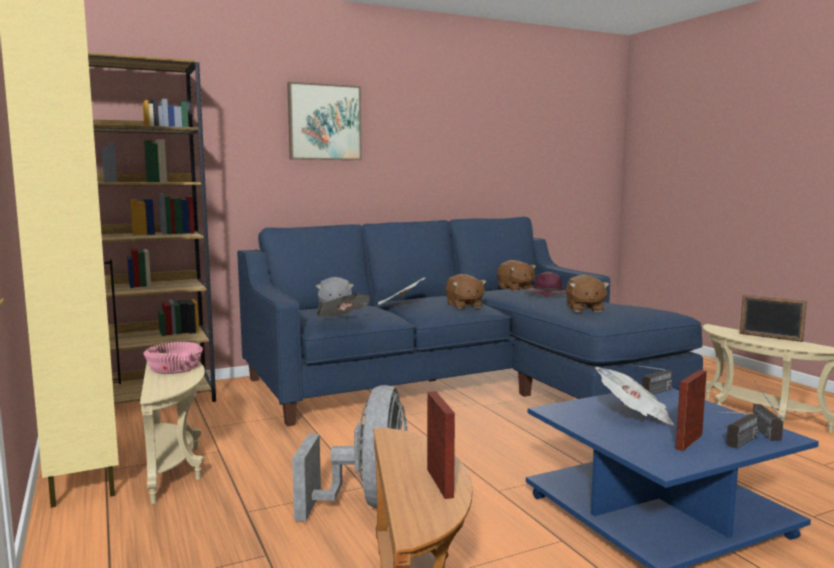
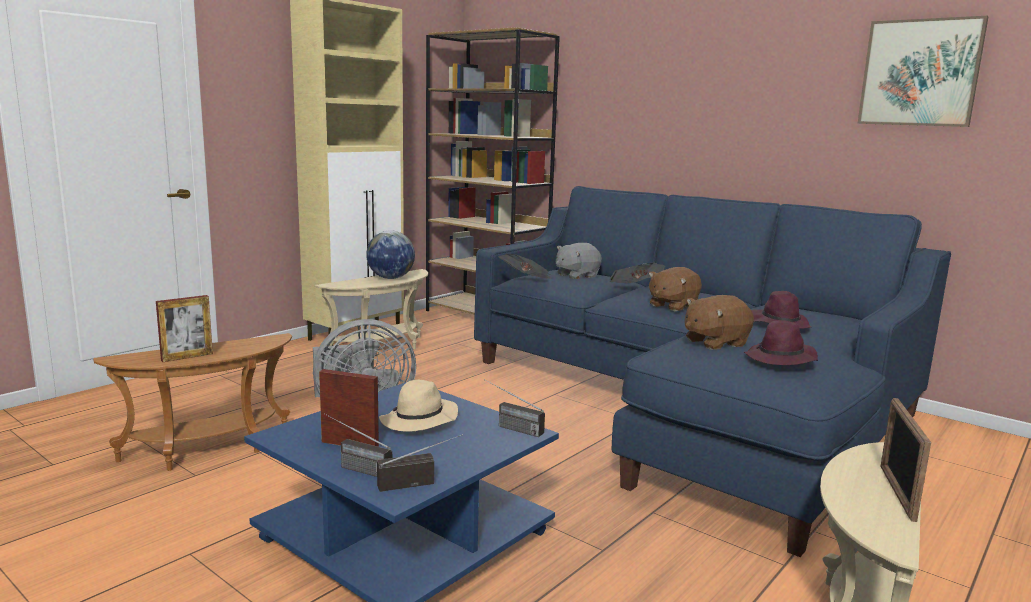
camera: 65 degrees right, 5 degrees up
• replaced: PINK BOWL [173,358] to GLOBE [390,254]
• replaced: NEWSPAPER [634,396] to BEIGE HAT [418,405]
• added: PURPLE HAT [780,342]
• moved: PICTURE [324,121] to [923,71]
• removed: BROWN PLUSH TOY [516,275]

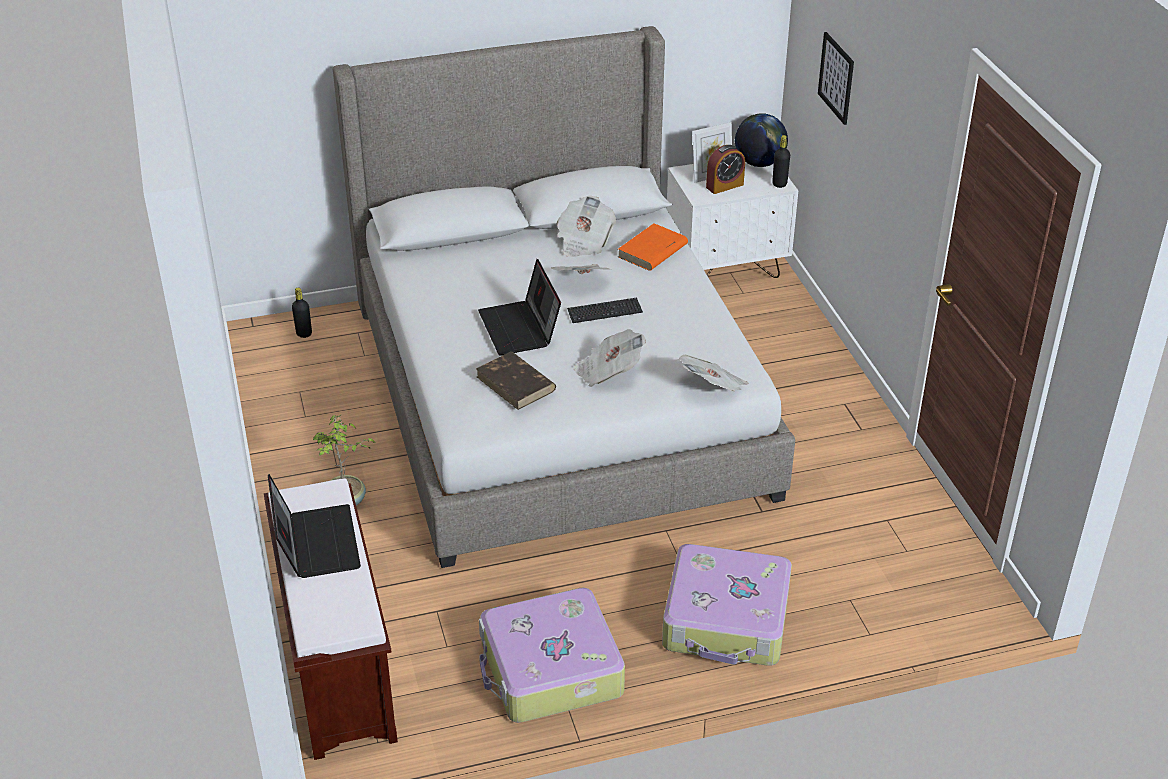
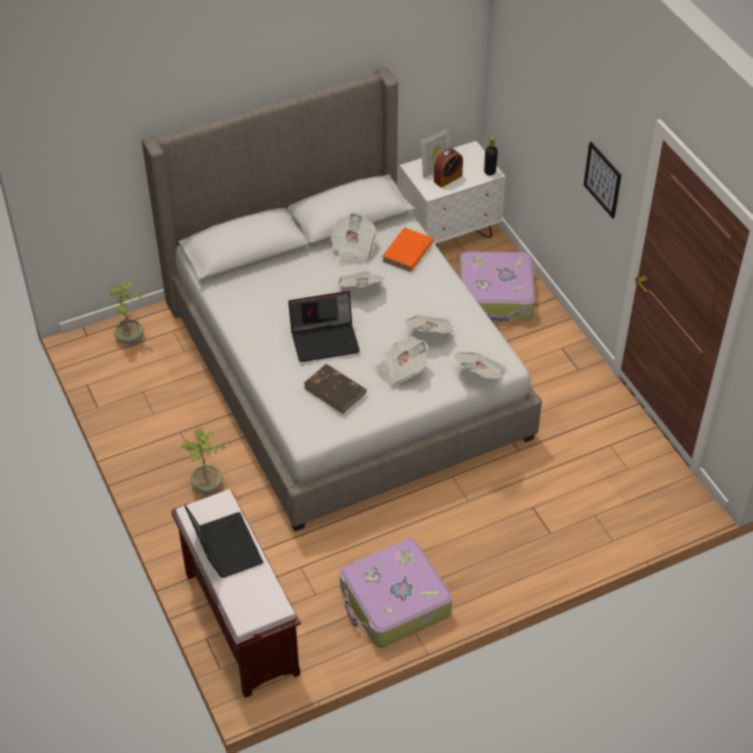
camera: 10 degrees left, 10 degrees up
• replaced: BLACK BOTTLE [302,313] to POTTED PLANT [126,313]
• turned: LAPTOP [519,307] = [324,326] 75 degrees counterclockwise
• added: NEWSPAPER [429,324]
• moved: SUITCASE [727,605] to [497,287]
• moved: PICTURE [836,78] to [602,180]
• removed: KEYBOARD [605,310]
• removed: GLOBE [761,140]

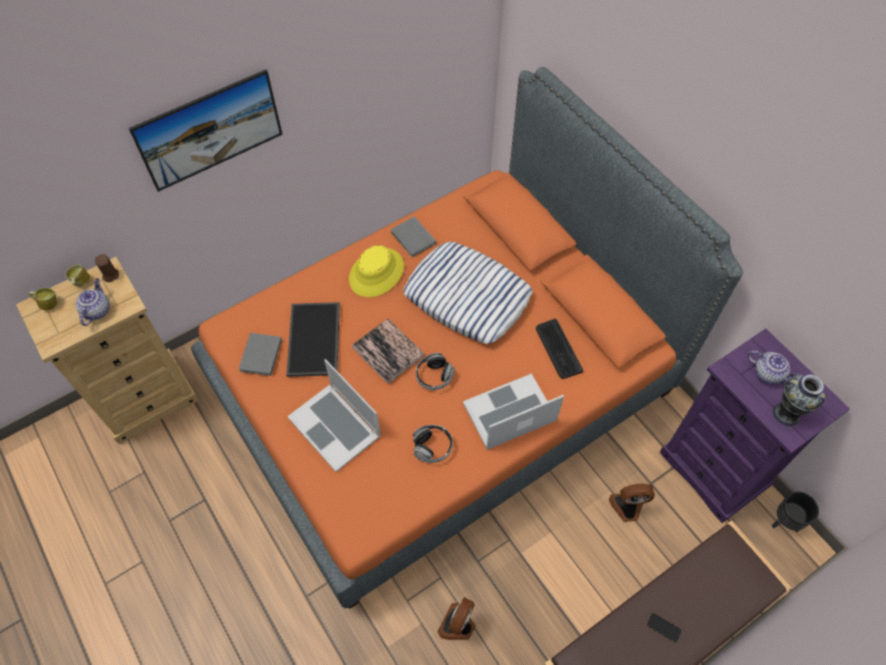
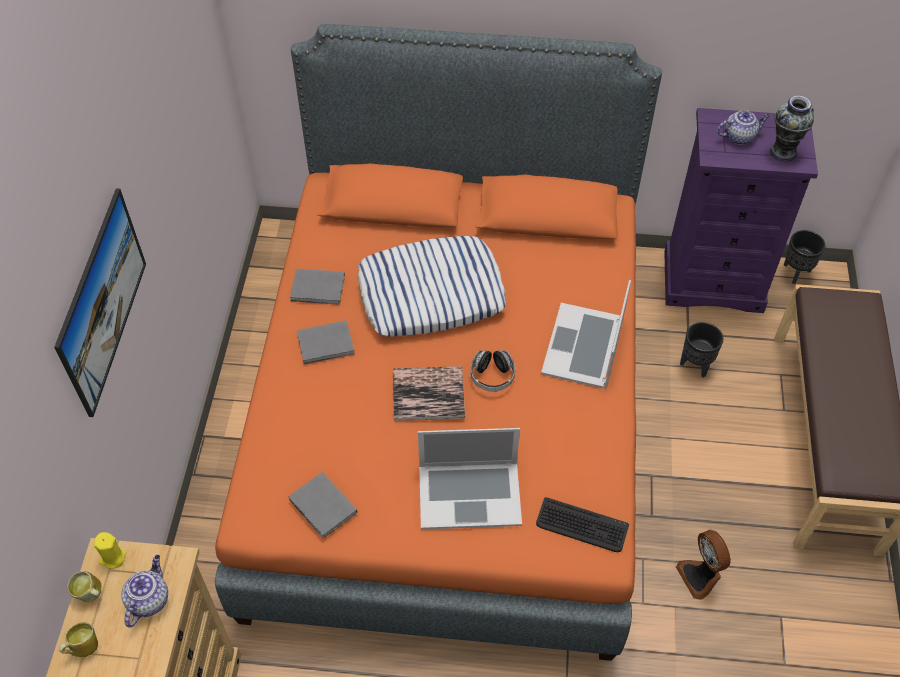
camera: 50 degrees left, 5 degrees down
• recoloured: BROWN CANDLE [107,268] to YELLOW CANDLE [110,550]
• turned: TEAPOT [93,302] = [145,591] 60 degrees clockwise
• replaced: YELLOW HAT [376,271] to GREY BOOK [326,342]
• moved: KEYBOARD [559,348] to [582,524]
• replaced: FAN [632,503] to BLACK PLANTER [701,349]
• removed: TRAY [313,339]
• removed: HEADPHONES [433,444]
• removed: PHONE [664,628]

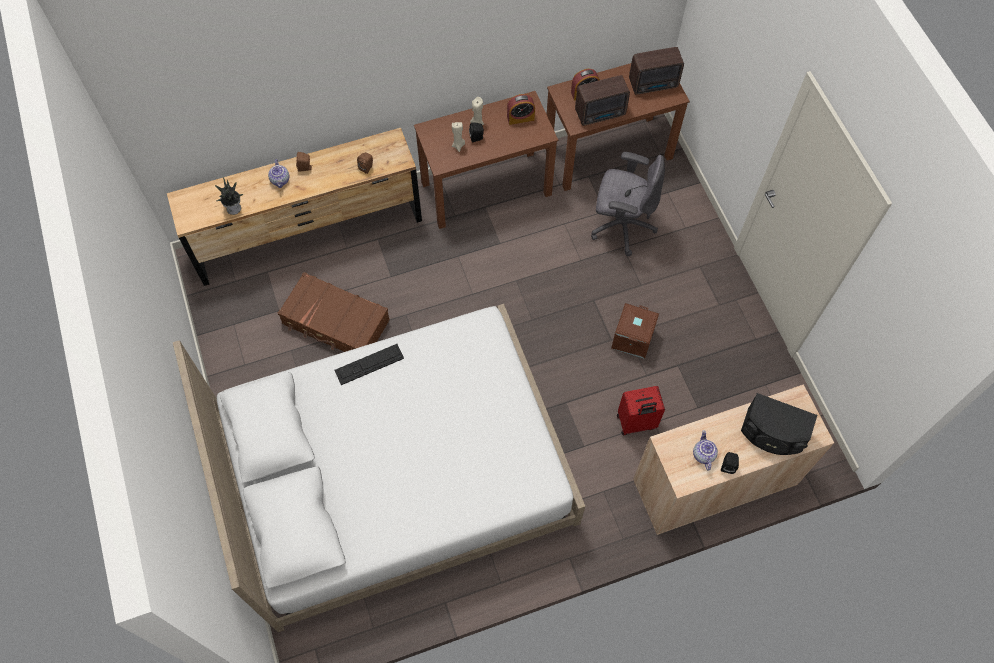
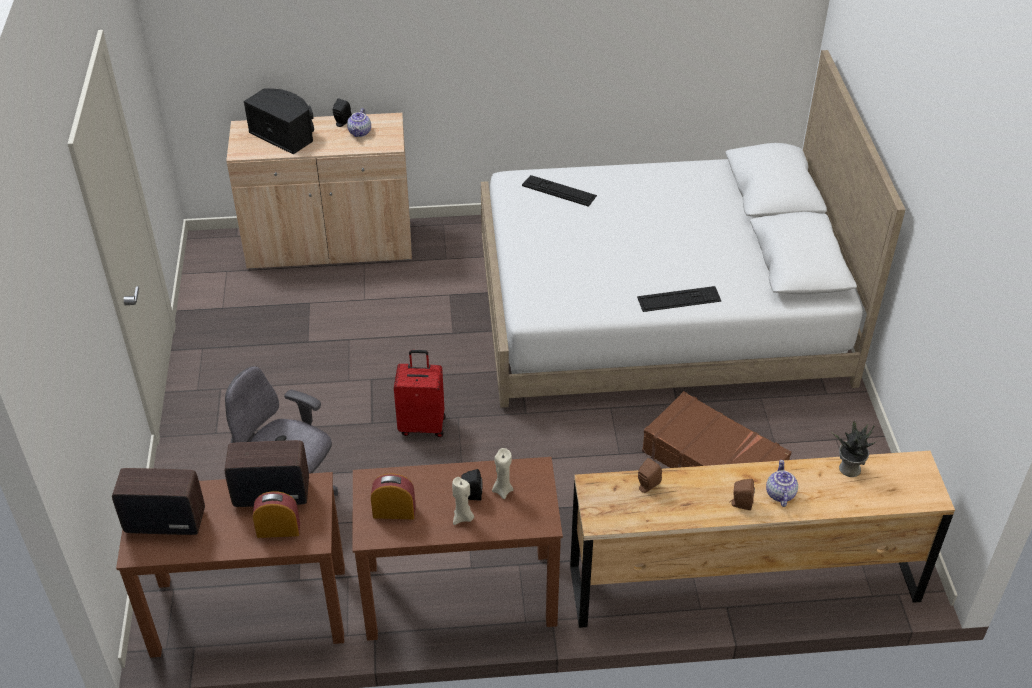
camera: 165 degrees left, 20 degrees down
• moved: RED SUITCASE [641,410] to [419,393]
• added: KEYBOARD [559,191]
• removed: BROWN STORAGE BOX [635,331]

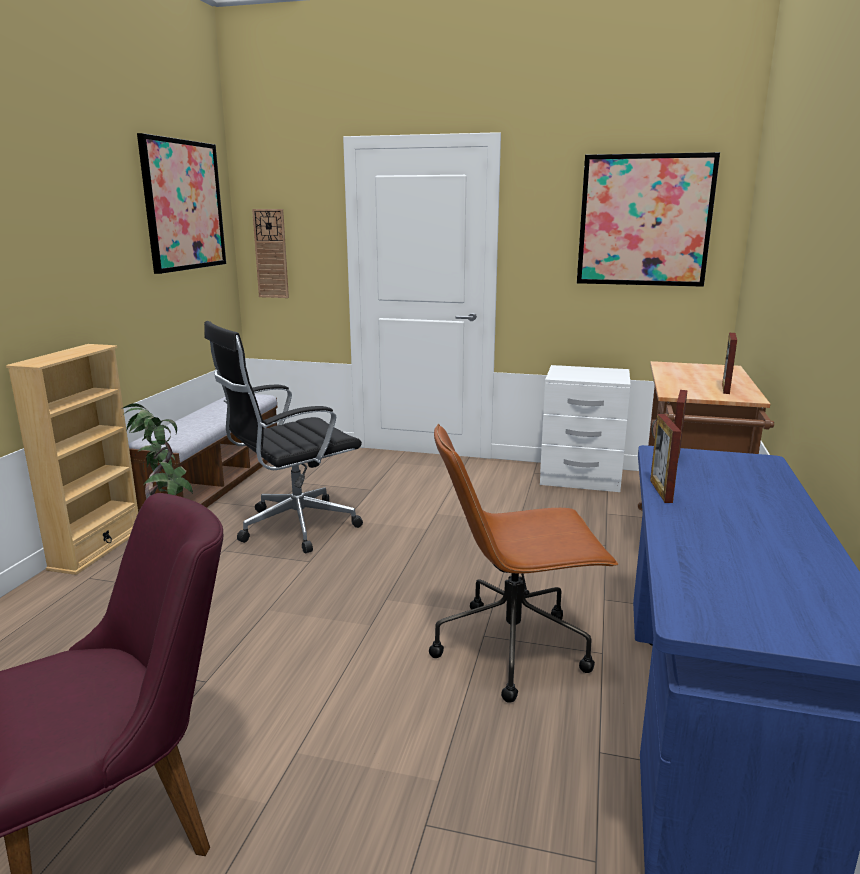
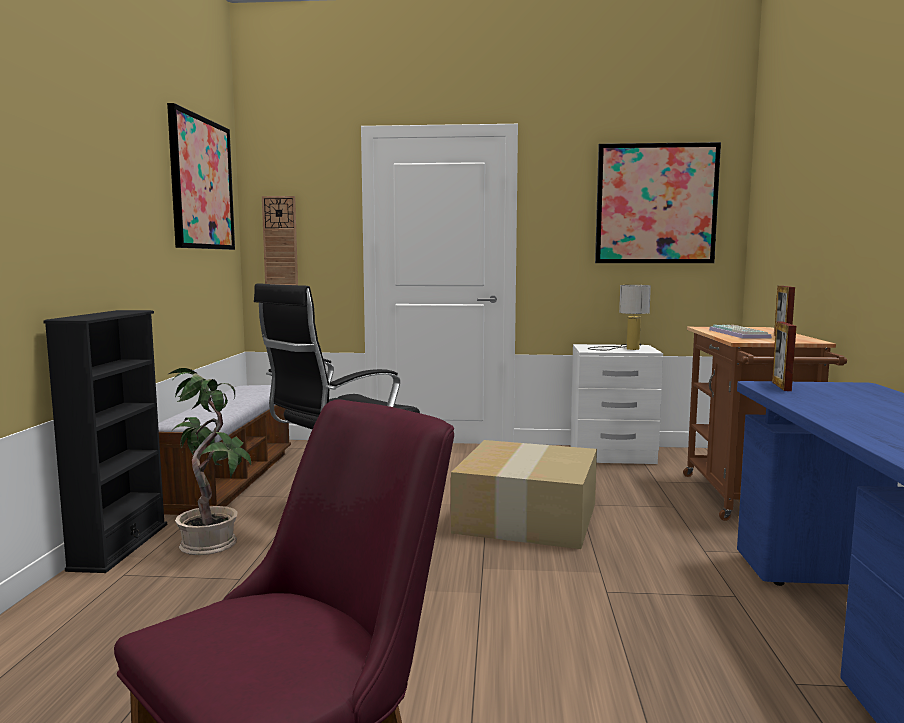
camera: 10 degrees left, 10 degrees down
• recoloured: BEIGE BOOKCASE [72,459] to BLACK BOOKCASE [105,441]
• added: CARDBOARD BOX [524,494]
• added: TABLE LAMP [619,317]
• added: KEYBOARD [740,332]
• removed: BROWN OFFICE CHAIR [523,563]
• removed: PICTURE FRAME [665,458]

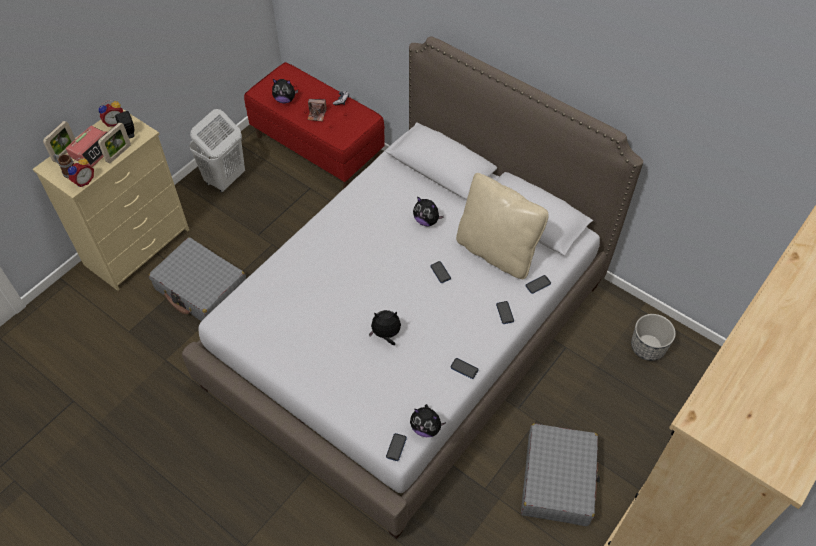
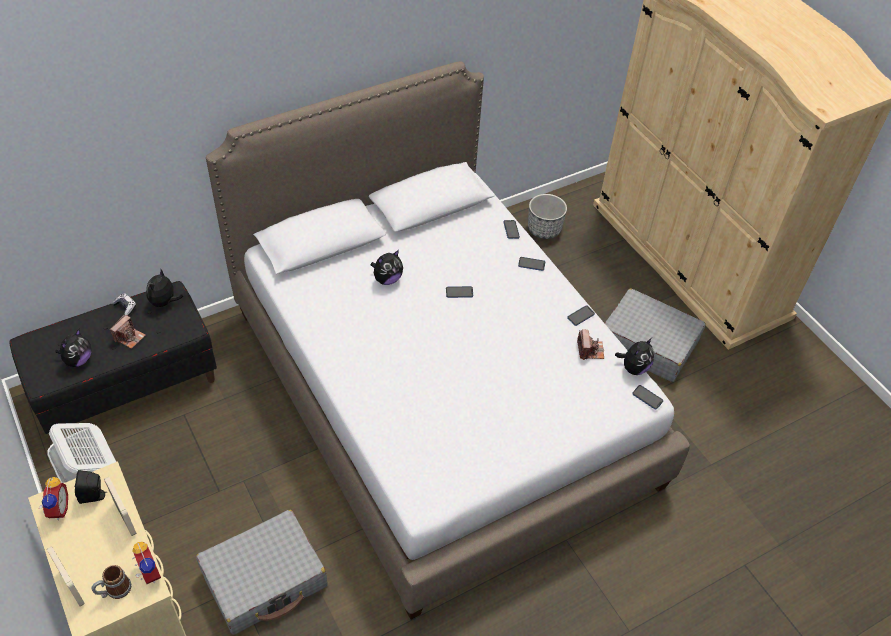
camera: 70 degrees left, 5 degrees down
• recoloured: RED BENCH [314,125] to BLACK BENCH [113,357]
• moved: PLUSH TOY [385,327] to [164,288]
• added: PHOTO CAMERA [590,344]
• removed: ALARM CLOCK [86,146]
• removed: BEIGE PILLOW [502,226]

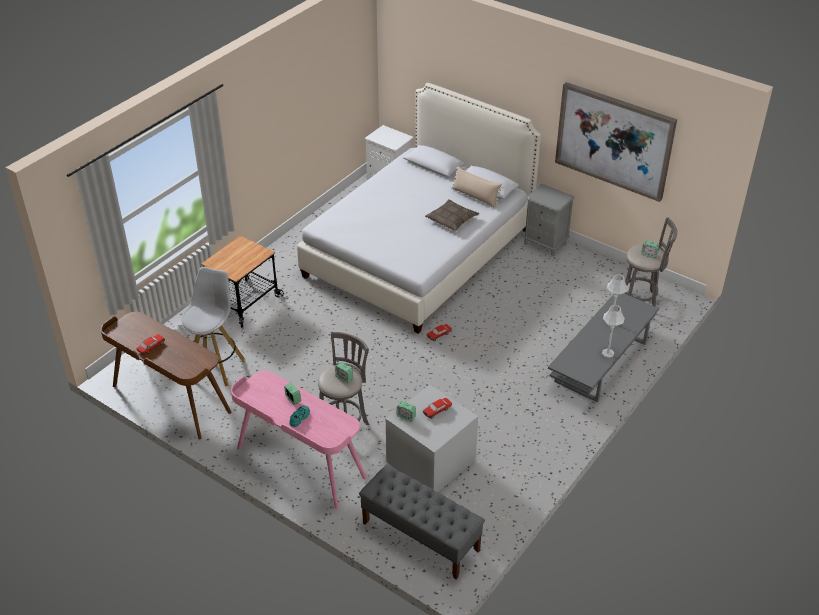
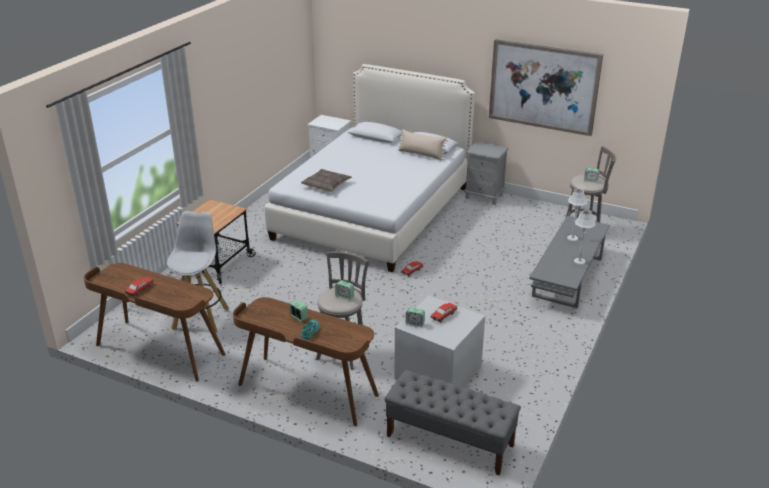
camera: 10 degrees left, 10 degrees down
• recoloured: PINK DESK [299,440] to BROWN DESK [306,361]
• moved: PILLOW [452,215] to [326,180]

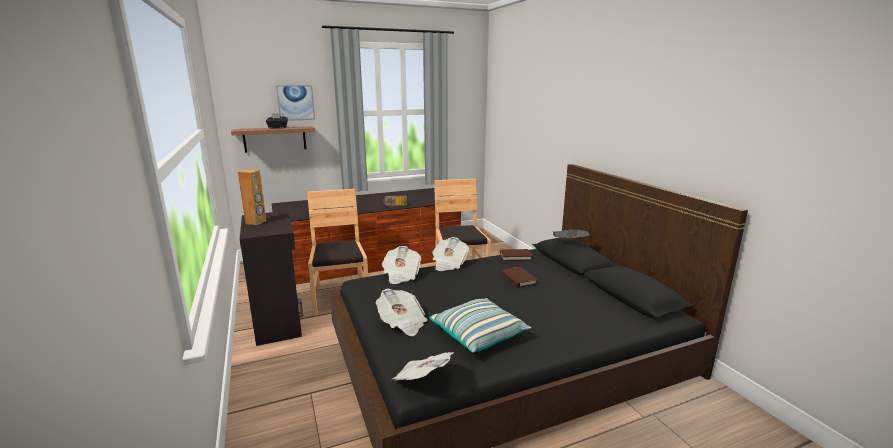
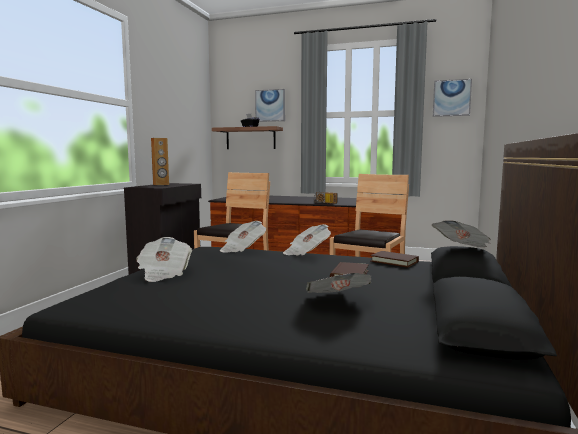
camera: 40 degrees right, 10 degrees down
• moved: NEWSPAPER [423,366] to [339,283]
• added: PICTURE [452,98]
• removed: PILLOW [480,325]

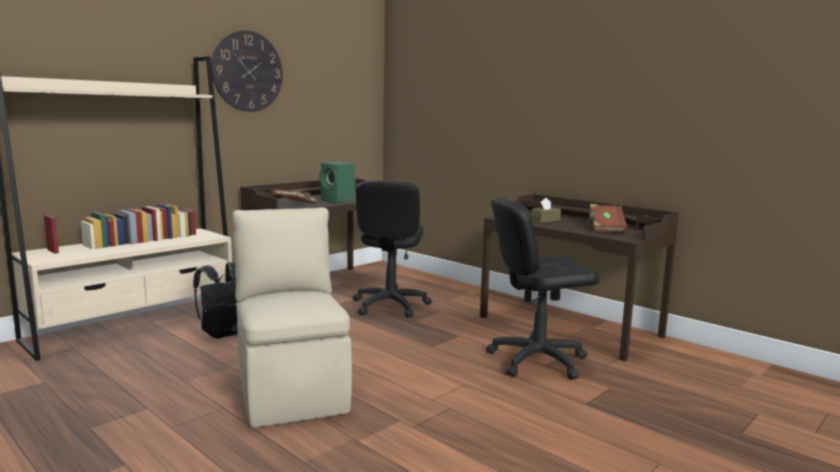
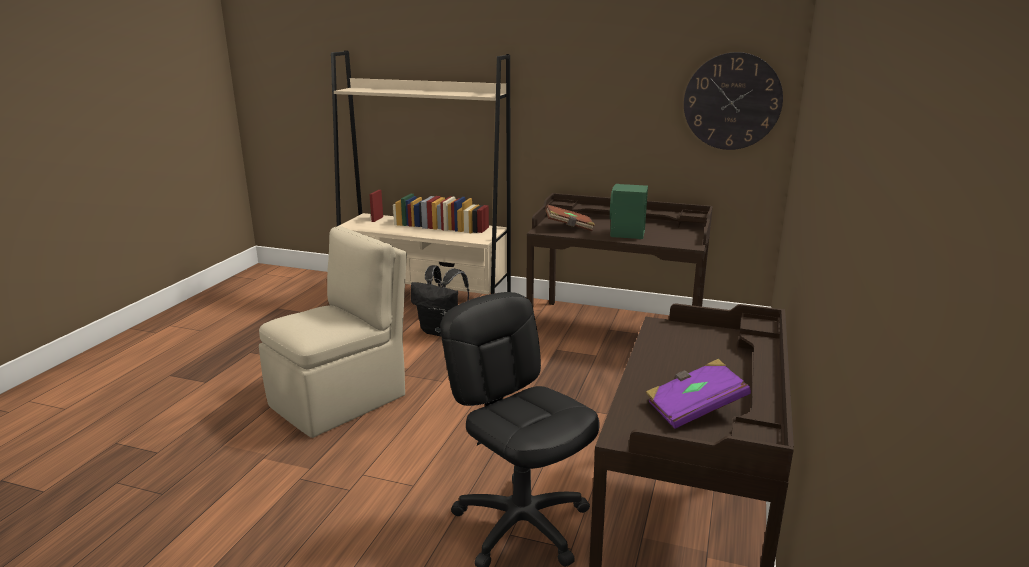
camera: 65 degrees right, 10 degrees up
• recoloured: BROWN BOOK [608,218] to PURPLE BOOK [698,394]
• moved: WALL CLOCK [247,71] to [733,101]
• removed: BLACK OFFICE CHAIR [392,249]
• removed: BROWN TISSUE BOX [546,210]

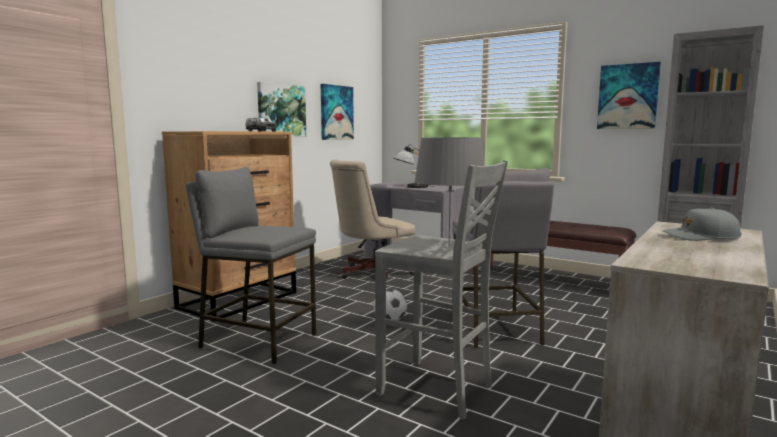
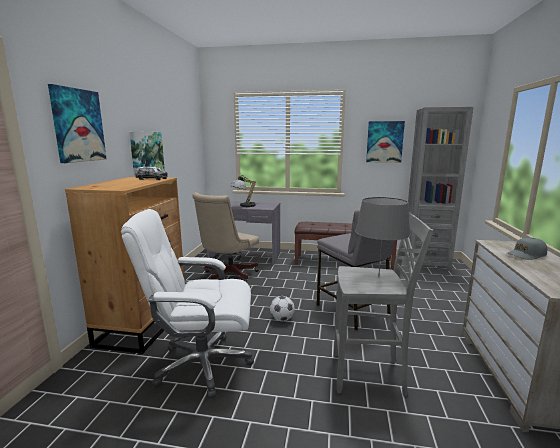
camera: 25 degrees left, 5 degrees up
• moved: PICTURE [337,112] to [77,123]
• replaced: GREY STOOL [251,265] to WHITE OFFICE CHAIR [187,304]

